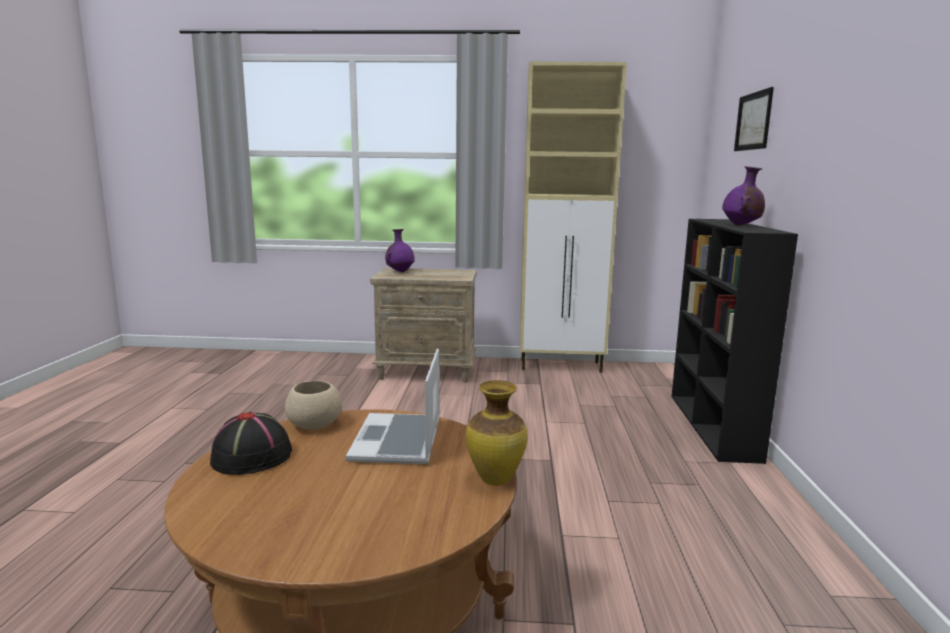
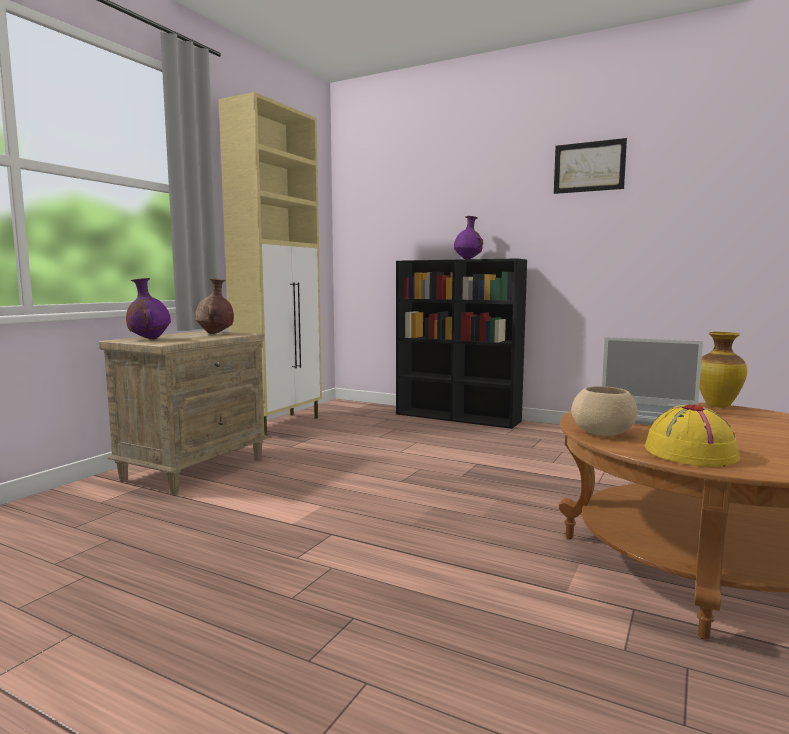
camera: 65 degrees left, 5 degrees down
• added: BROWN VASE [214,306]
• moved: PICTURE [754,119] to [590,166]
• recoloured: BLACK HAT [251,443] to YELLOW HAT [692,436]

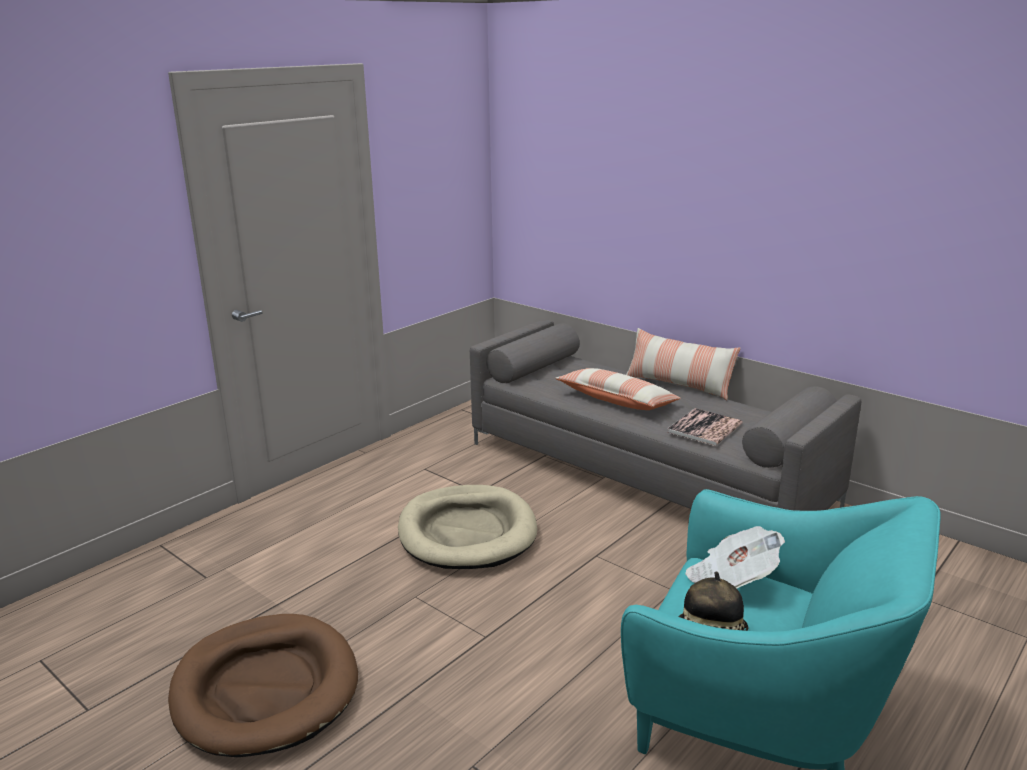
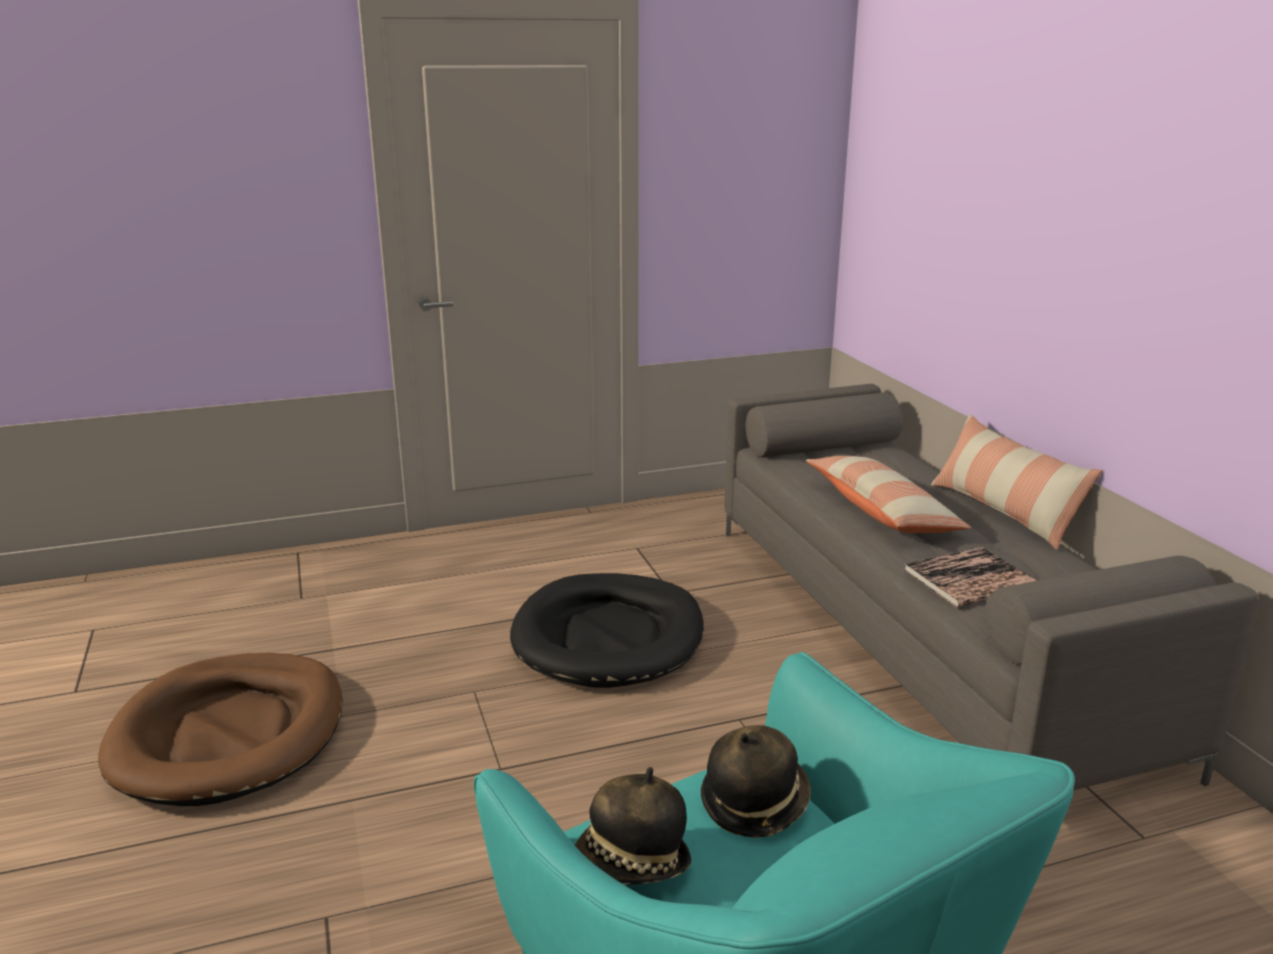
camera: 30 degrees right, 0 degrees up
• recoloured: BEIGE DOG BED [467,527] to BLACK DOG BED [607,630]
• replaced: NEWSPAPER [735,557] to HAT [756,781]

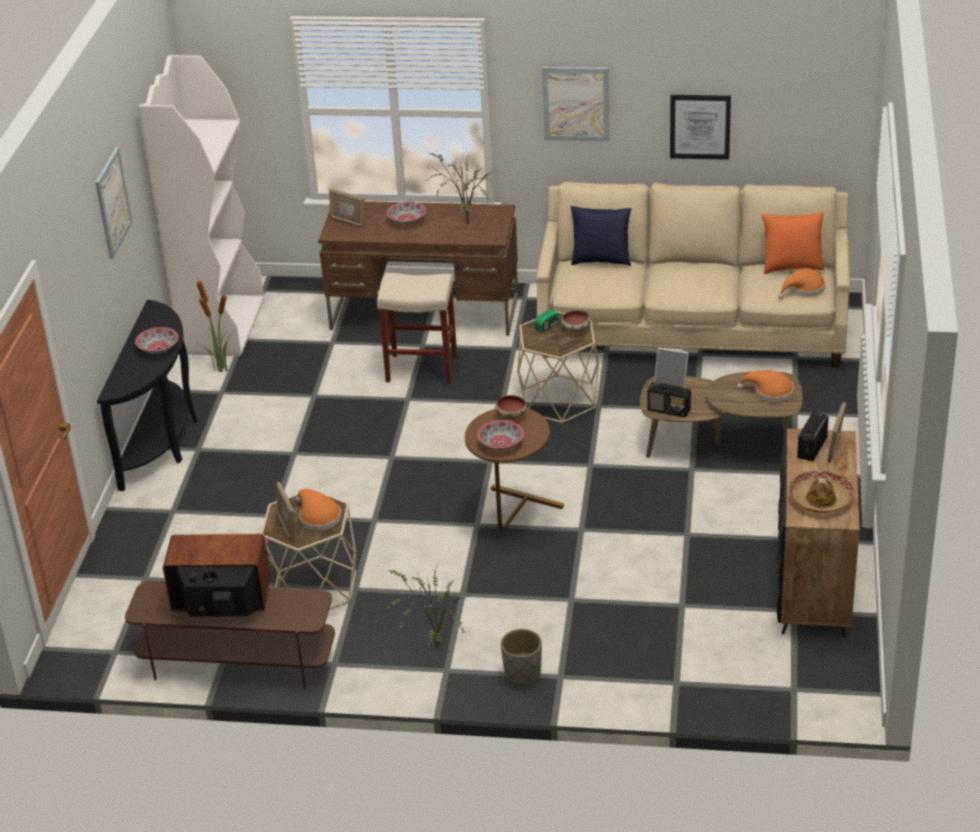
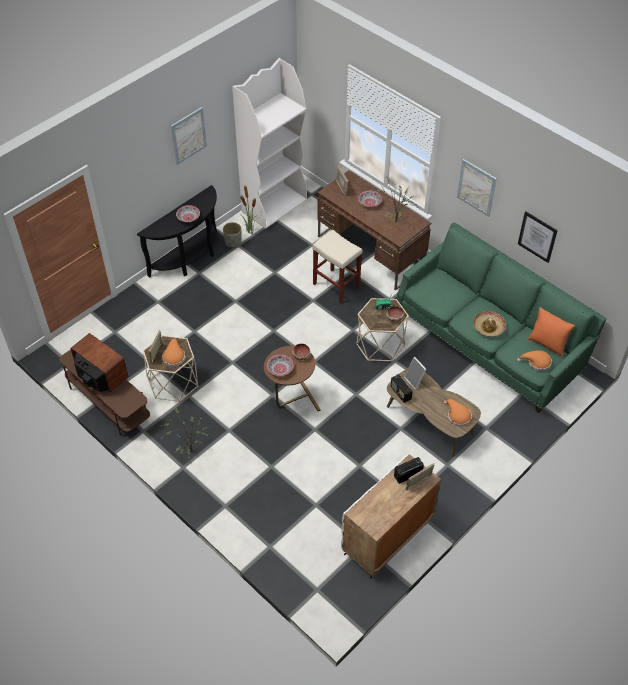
camera: 35 degrees right, 15 degrees up
• moved: GREY PLANTER [521,657] to [232,235]
• recoloured: BLACK CABINET [818,533] to WHITE CABINET [391,515]
• recoloured: BEIGE SOFA [693,274] to GREEN SOFA [502,317]
• moved: HAT [821,492] to [489,324]
• removed: BLUE PILLOW [600,236]

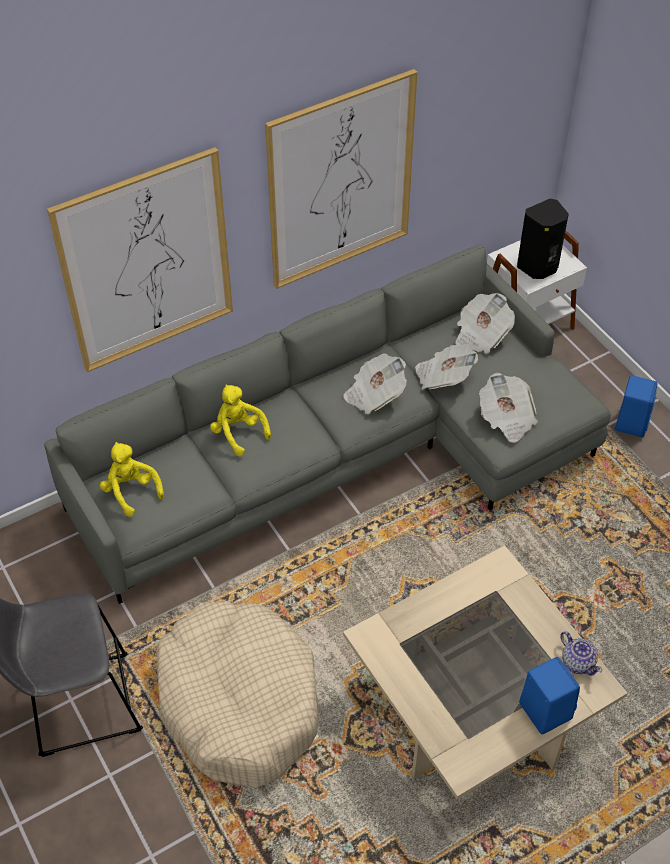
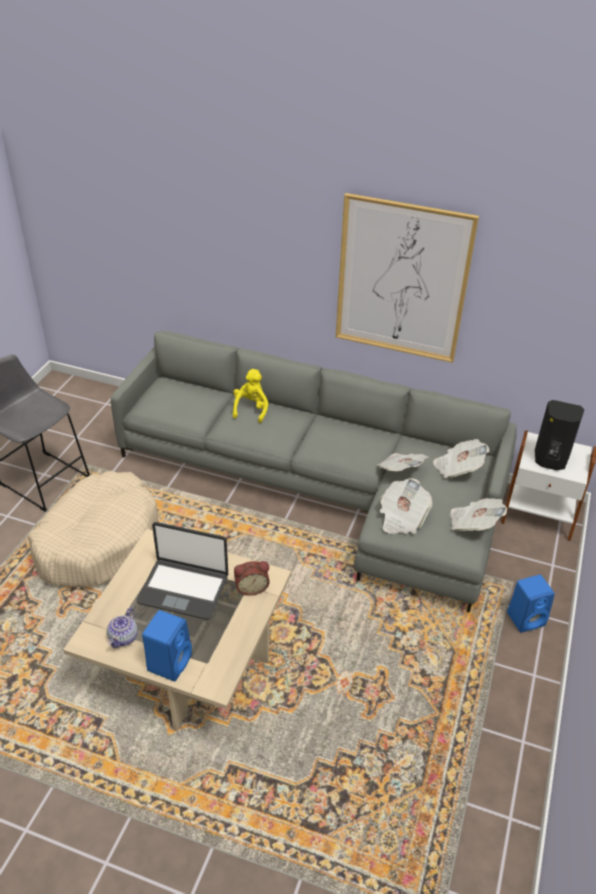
camera: 50 degrees right, 10 degrees down
• moved: TEAPOT [581,653] to [122,628]
• added: LAPTOP [182,571]
• added: ALARM CLOCK [252,578]
• moved: NEWSPAPER [375,384] to [478,514]
• removed: PICTURE [140,259]
• removed: YELLOW PLUSH TOY [132,479]

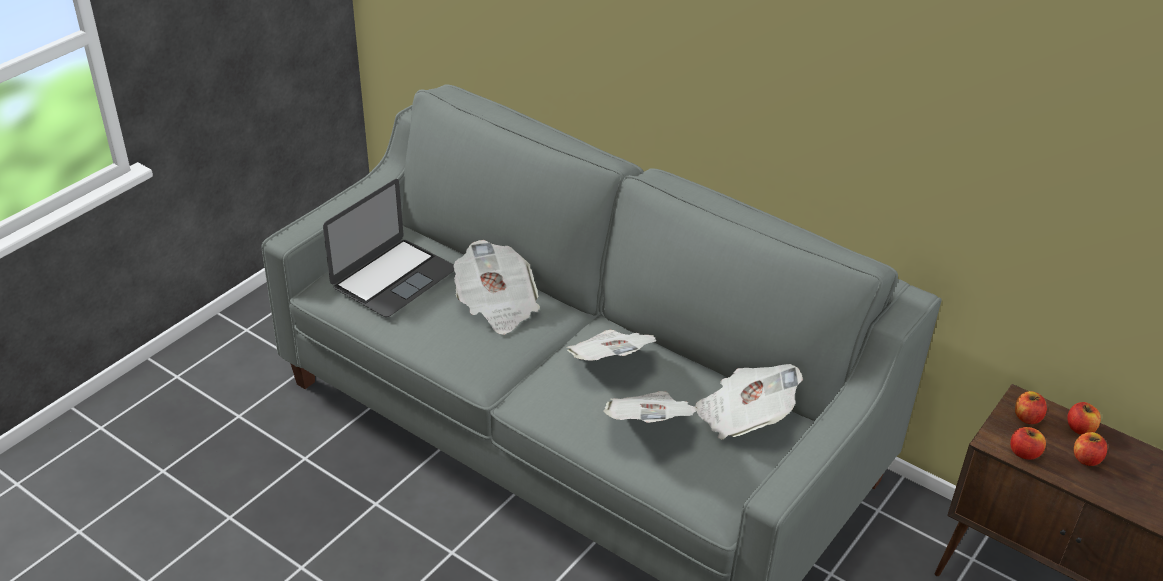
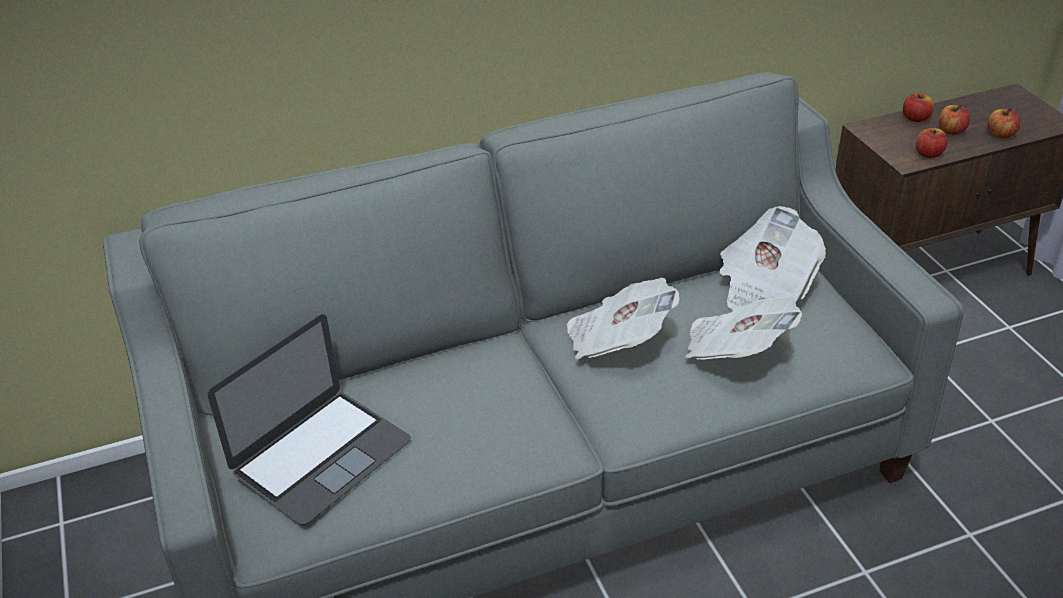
camera: 55 degrees left, 0 degrees up
• turned: LAPTOP [388,248] = [309,419] 60 degrees clockwise
• moved: APPLE [1031,407] to [1004,123]
• removed: NEWSPAPER [496,287]

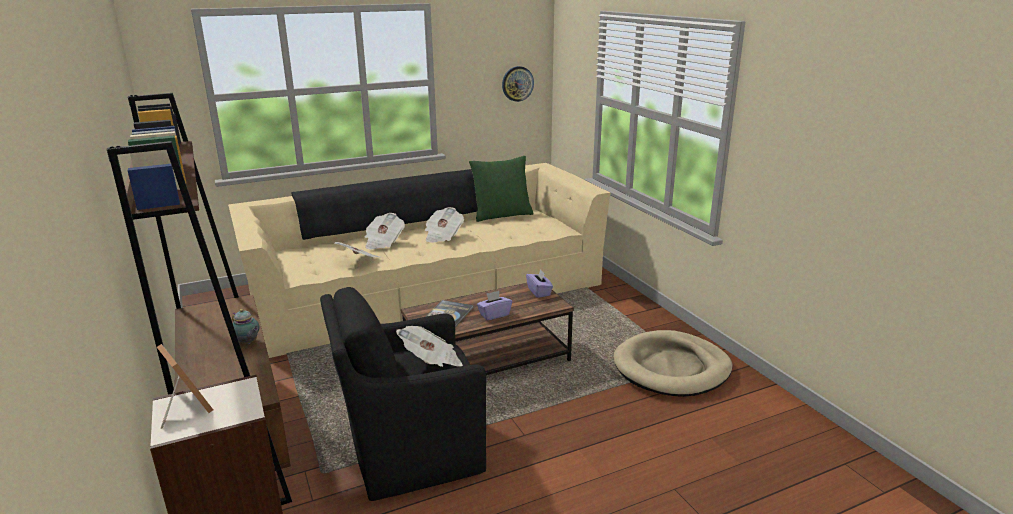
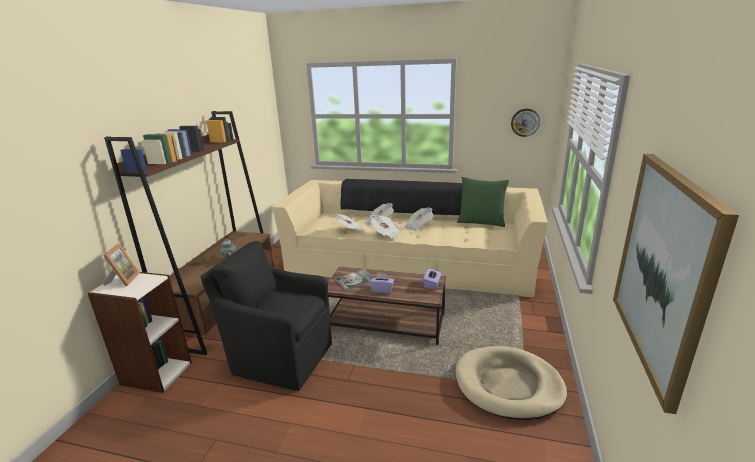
camera: 40 degrees right, 0 degrees up
• moved: NEWSPAPER [429,346] to [385,227]
• added: PICTURE [676,284]

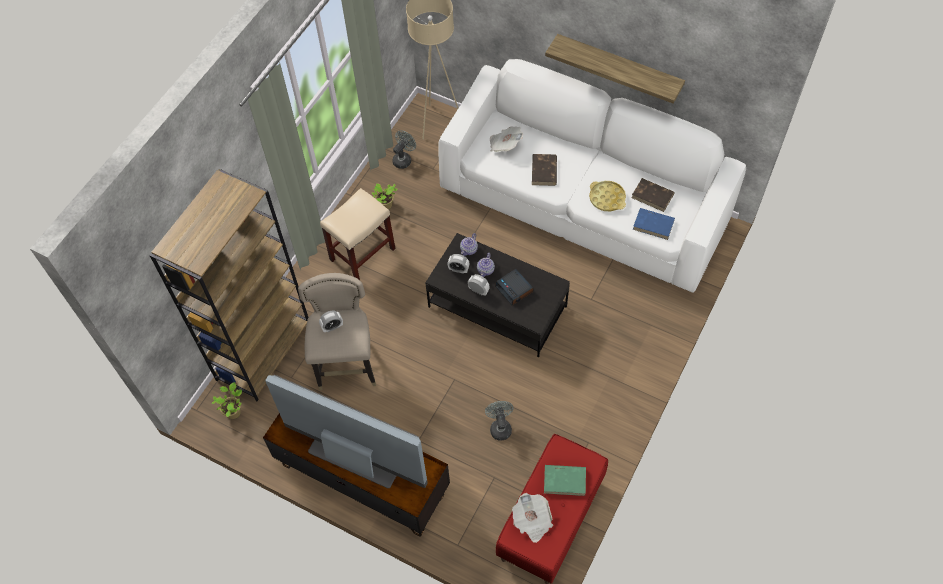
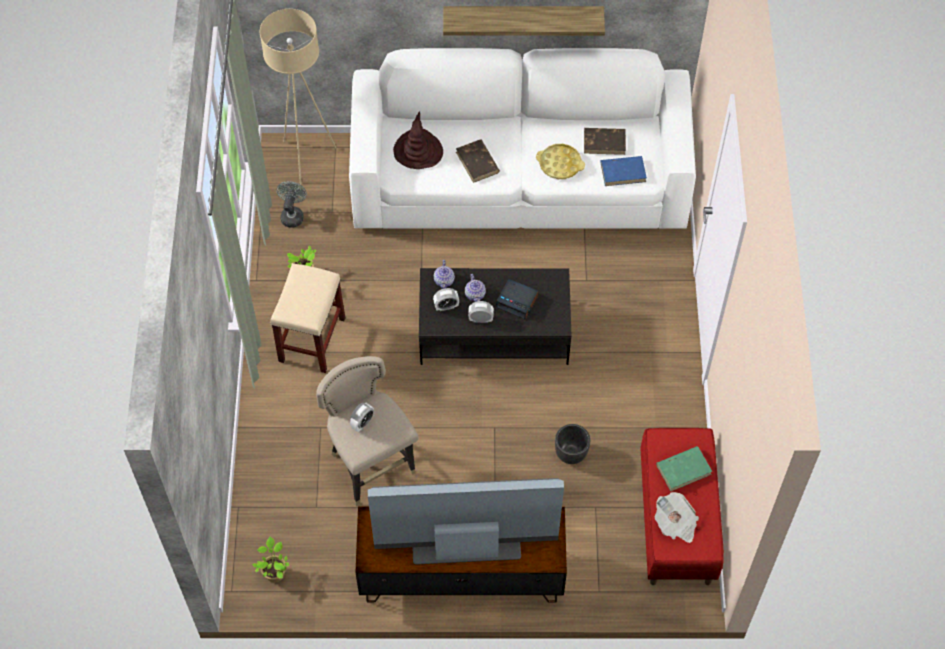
camera: 30 degrees left, 0 degrees up
• replaced: NEWSPAPER [506,139] to BROWN HAT [418,140]
• replaced: GREY FAN [499,420] to BLACK PLANTER [572,444]
• removed: BROWN BOOKCASE [229,285]

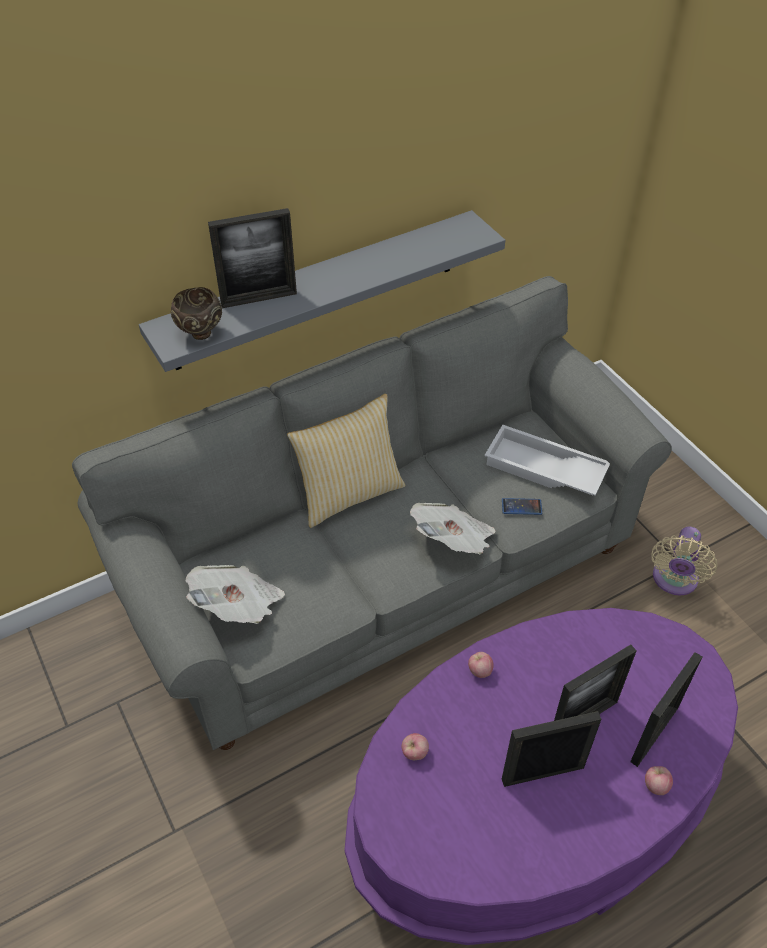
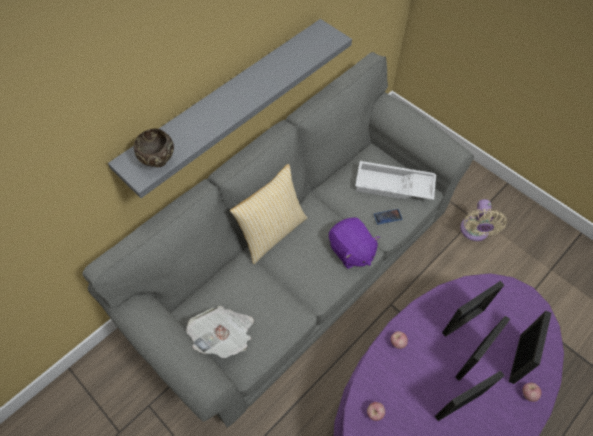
camera: 15 degrees left, 10 degrees up
• replaced: NEWSPAPER [453,528] to PURPLE PLUSH TOY [354,243]
• moved: PICTURE FRAME [252,258] to [473,309]

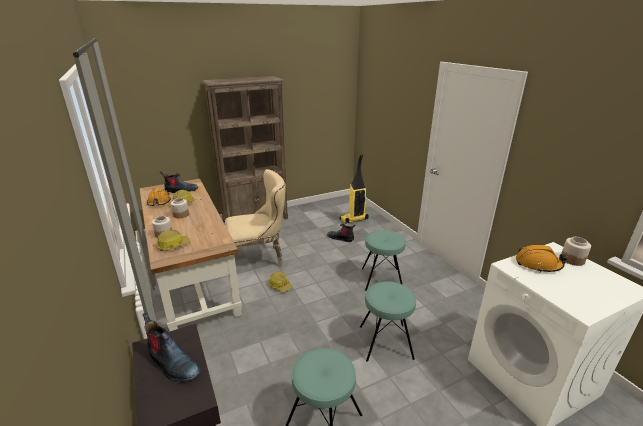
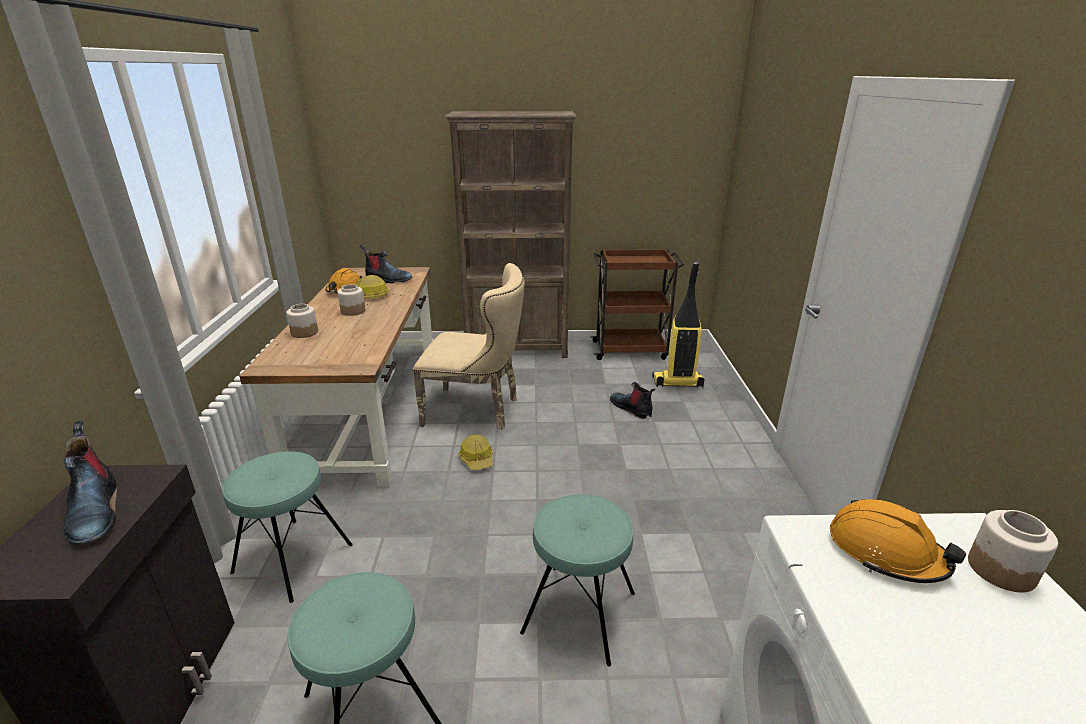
camera: 25 degrees right, 0 degrees up
• moved: TURQUOISE STOOL [384,260] to [287,527]
• added: BROWN CART [637,304]
• removed: HARD HAT [173,240]

